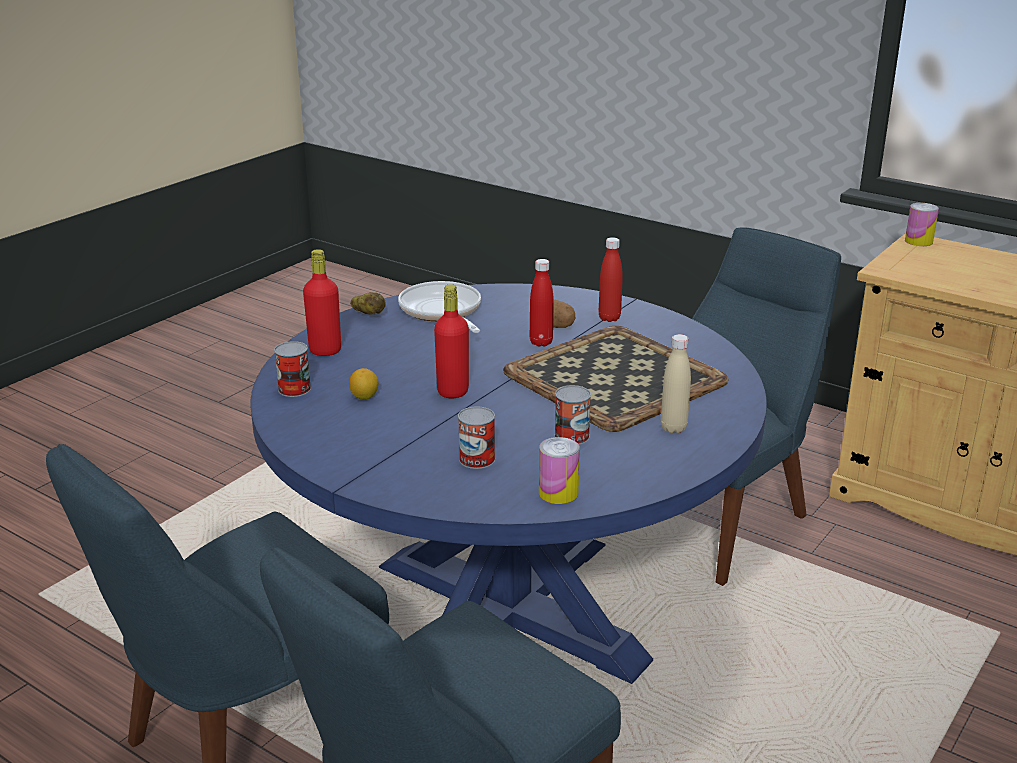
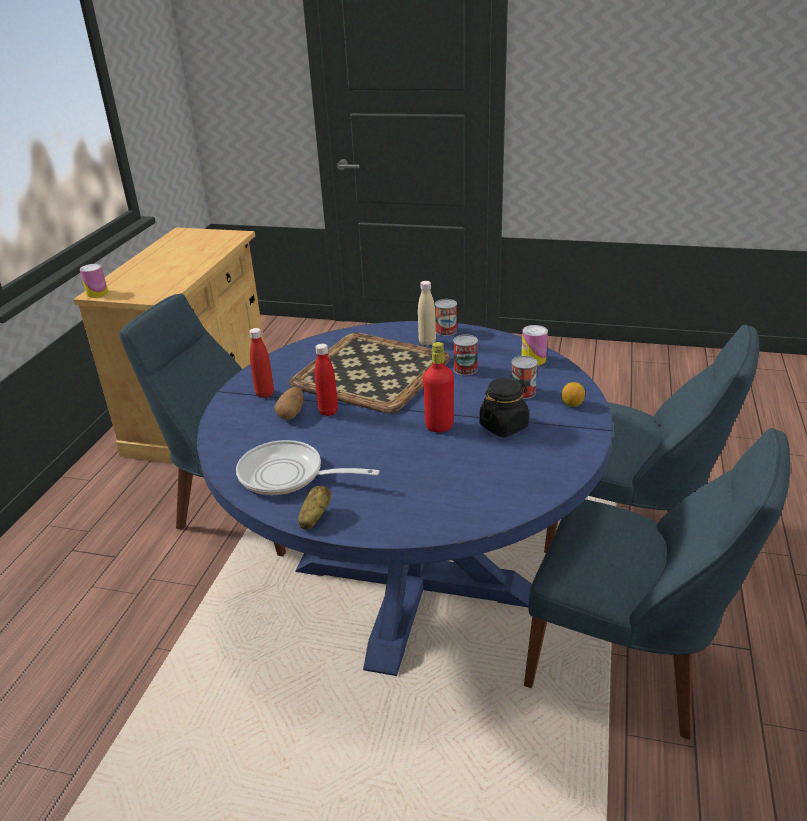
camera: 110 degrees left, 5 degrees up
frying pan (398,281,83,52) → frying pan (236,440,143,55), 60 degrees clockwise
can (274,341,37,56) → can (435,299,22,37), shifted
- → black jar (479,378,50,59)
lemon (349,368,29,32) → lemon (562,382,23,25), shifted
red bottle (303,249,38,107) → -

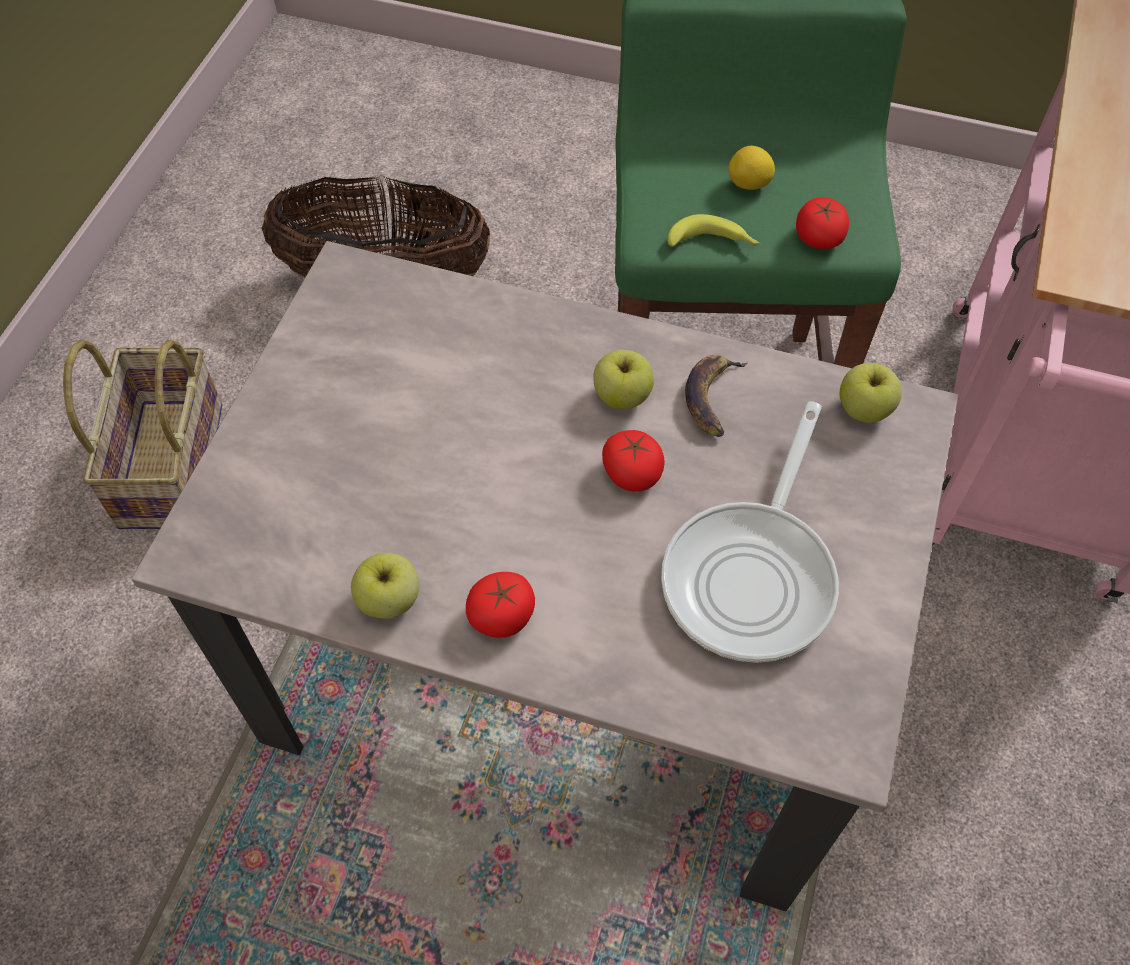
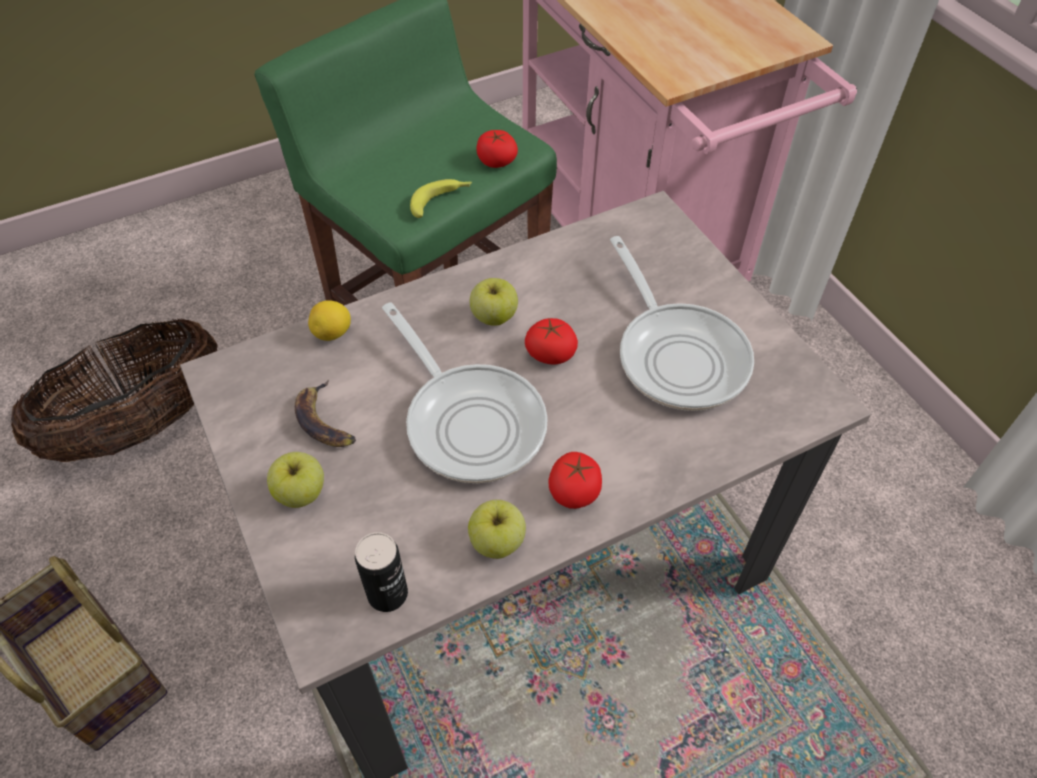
camera: 45 degrees left, 5 degrees down
apple (839,363,63,60) → apple (267,452,57,56), shifted
banana (685,355,63,82) → banana (295,380,61,67), shifted
lemon (728,146,47,44) → lemon (308,300,43,41), shifted
- → can (355,532,53,80)
- → frying pan (382,302,166,181)

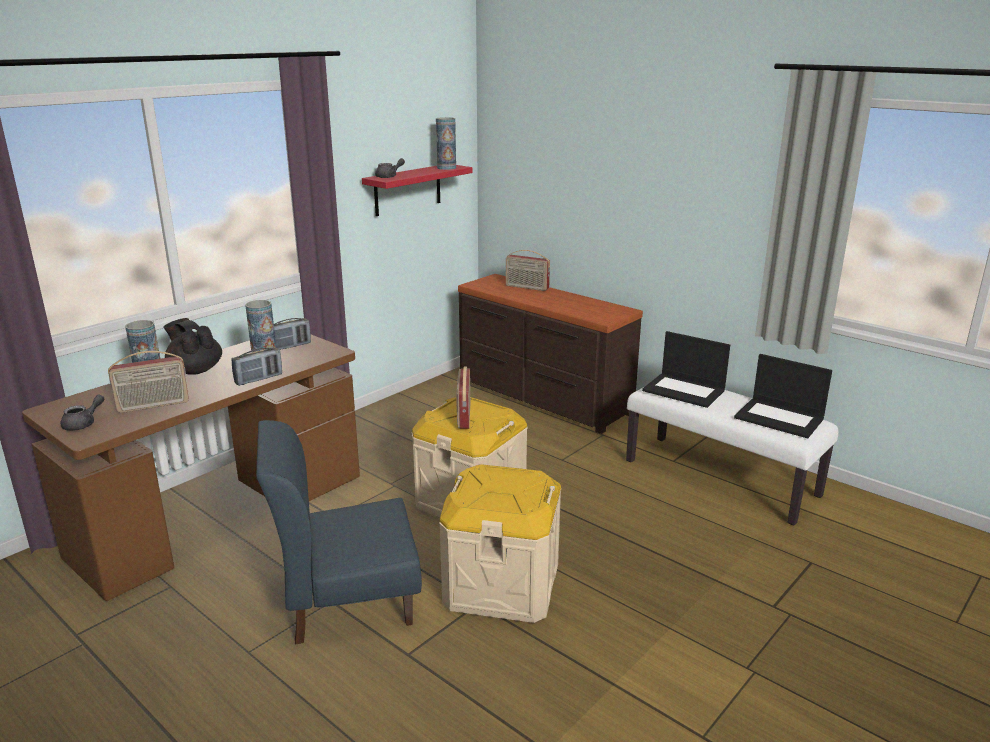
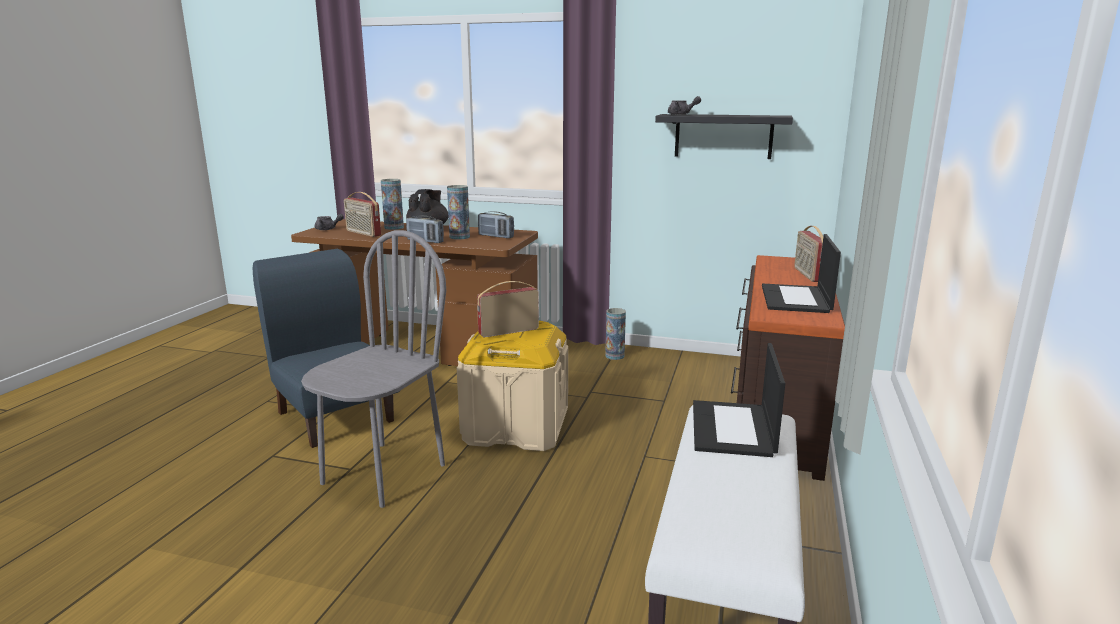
camera: 65 degrees right, 5 degrees down
beige storage box (439,464,122,159) → grey chair (301,230,145,278)
vase (436,117,20,53) → vase (605,308,21,52), shifted
red shelf (362,165,111,51) → black shelf (655,114,138,45)
laptop (734,354,98,84) → laptop (762,234,79,79), shifted

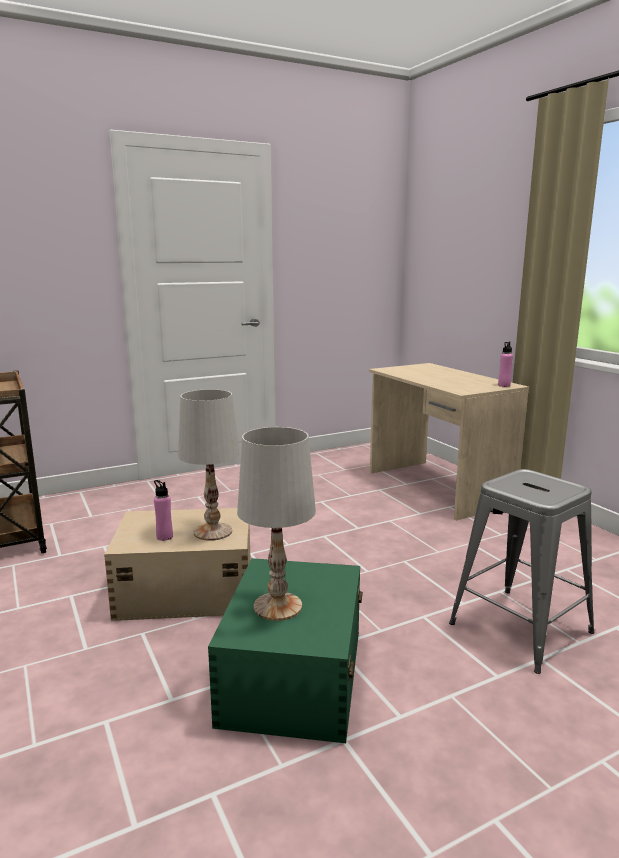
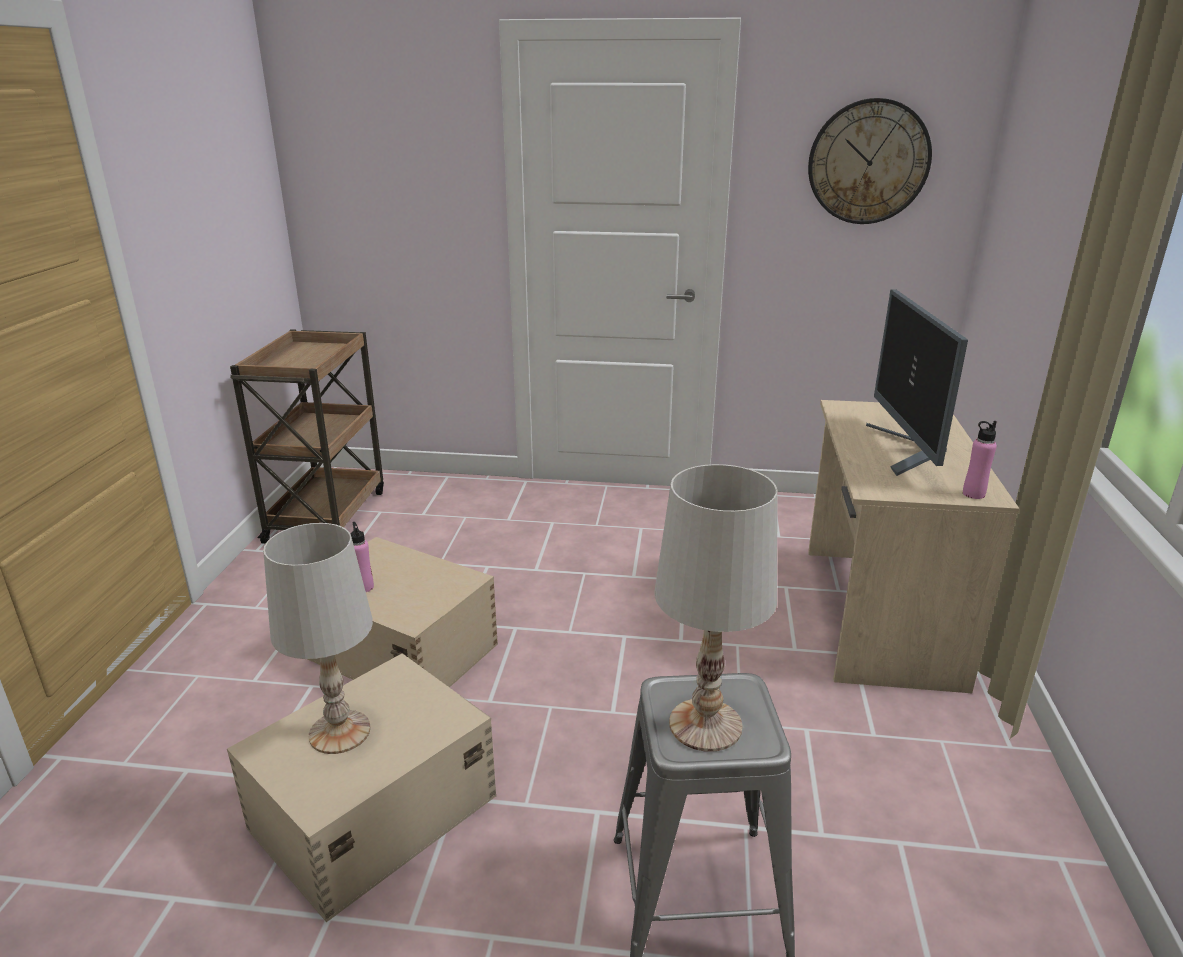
camera: 35 degrees right, 10 degrees up
green storage box (208,558,155,185) → beige storage box (227,653,269,269)
white table lamp (178,389,62,152) → white table lamp (655,464,122,288), shifted
- → wall clock (808,98,124,126)
- → monitor (866,289,102,187)

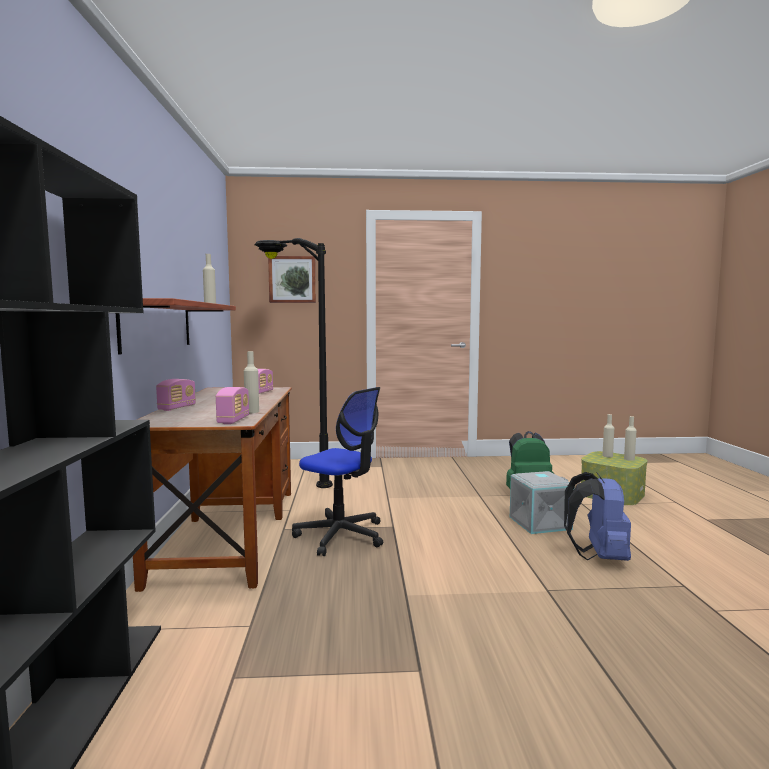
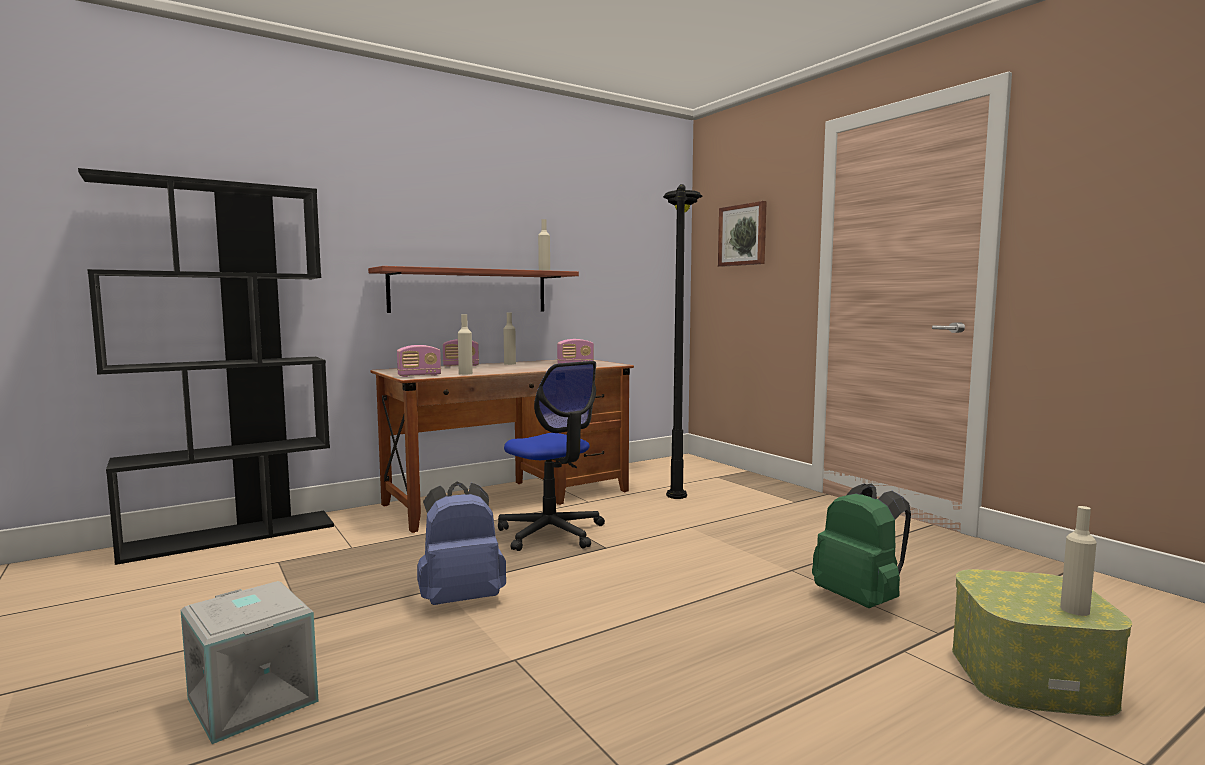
camera: 60 degrees right, 0 degrees up
grey storage box (510,471,65,63) → grey storage box (181,581,138,163), shifted
blue backpack (564,472,67,89) → blue backpack (417,482,89,123), shifted
office chair (292,387,91,169) → office chair (498,361,107,190), 45 degrees counterclockwise
beige bottle (602,414,12,44) → beige bottle (504,313,12,52), shifted

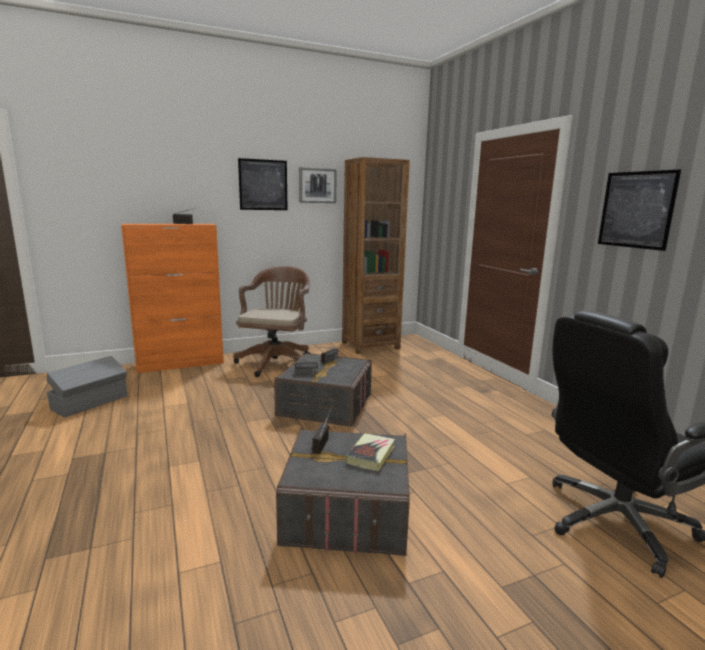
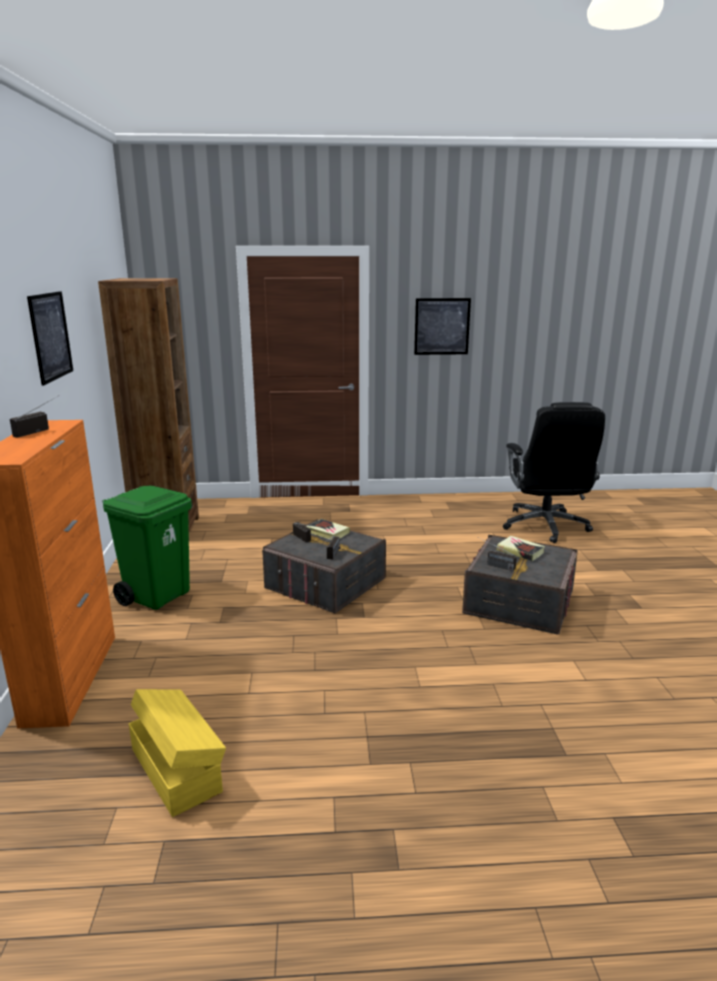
camera: 70 degrees left, 5 degrees up
brown office chair (233,266,77,111) → green trash can (102,486,90,124)
grey storage box (46,356,81,61) → yellow storage box (128,689,98,128)
- → book (306,519,44,21)
picture (299,167,38,36) → -

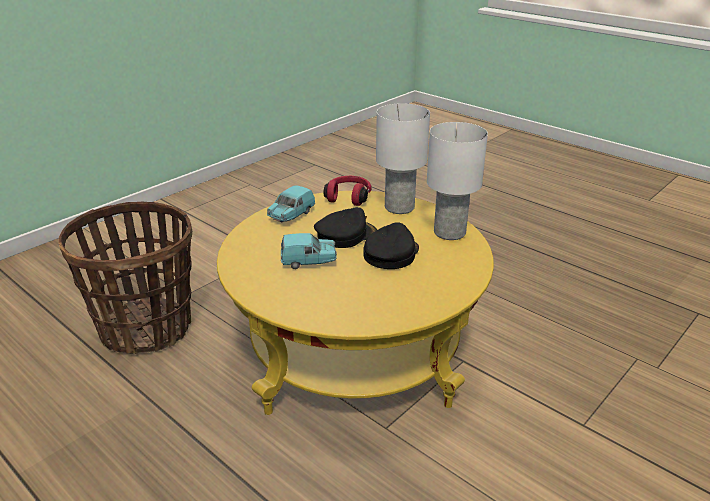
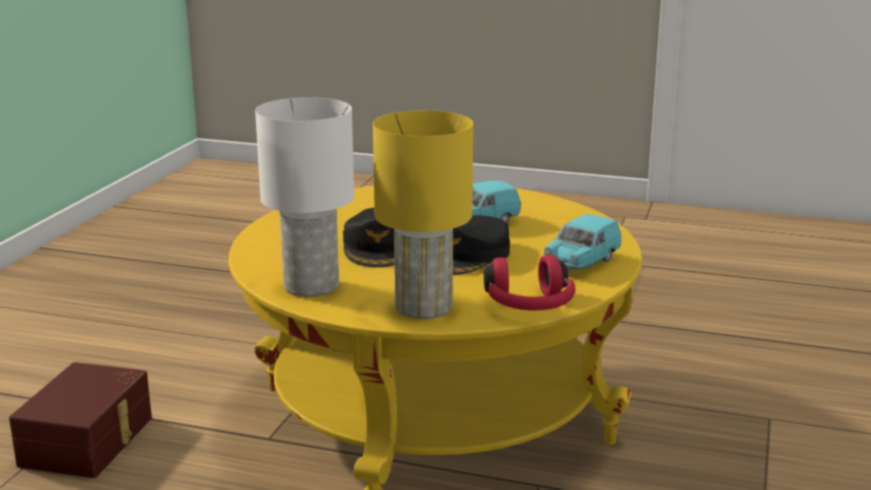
camera: 155 degrees right, 10 degrees down
- → brown storage box (9,362,143,116)
white table lamp (376,103,54,111) → yellow table lamp (373,110,100,209)
turquoise toy car (267,185,48,37) → turquoise toy car (544,214,77,58), 150 degrees counterclockwise
basket (58,202,134,152) → -

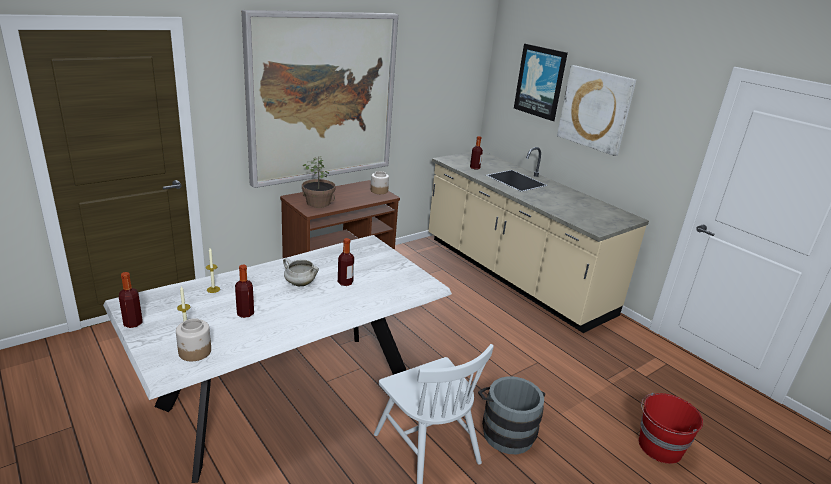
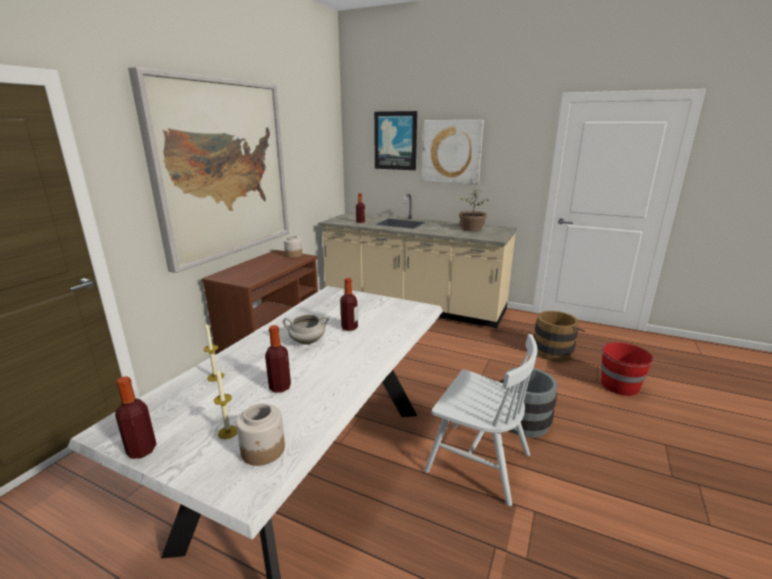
camera: 25 degrees left, 5 degrees down
potted plant (302,156,34,52) → potted plant (459,189,29,42), shifted
- → brown bucket (534,311,51,51)

